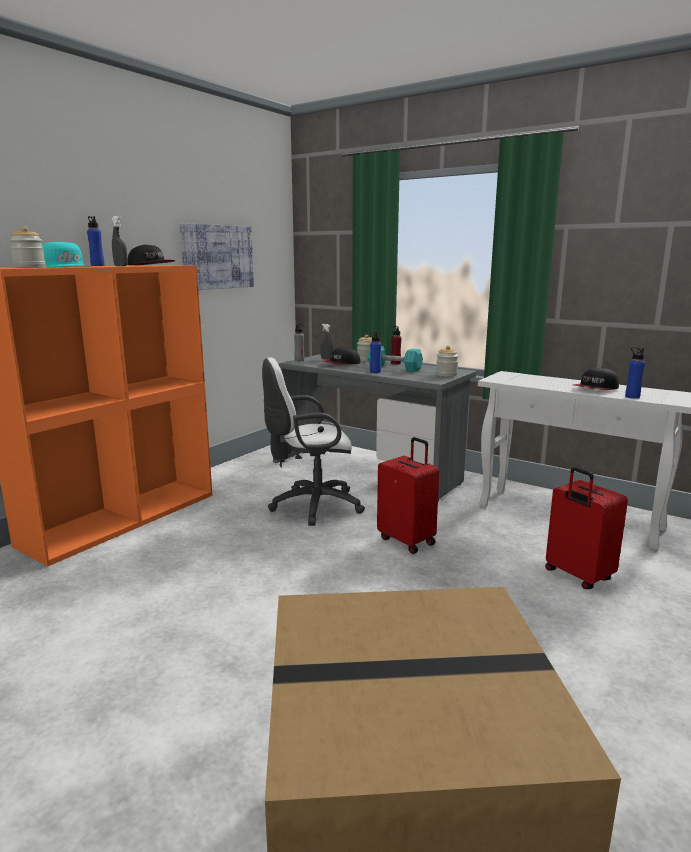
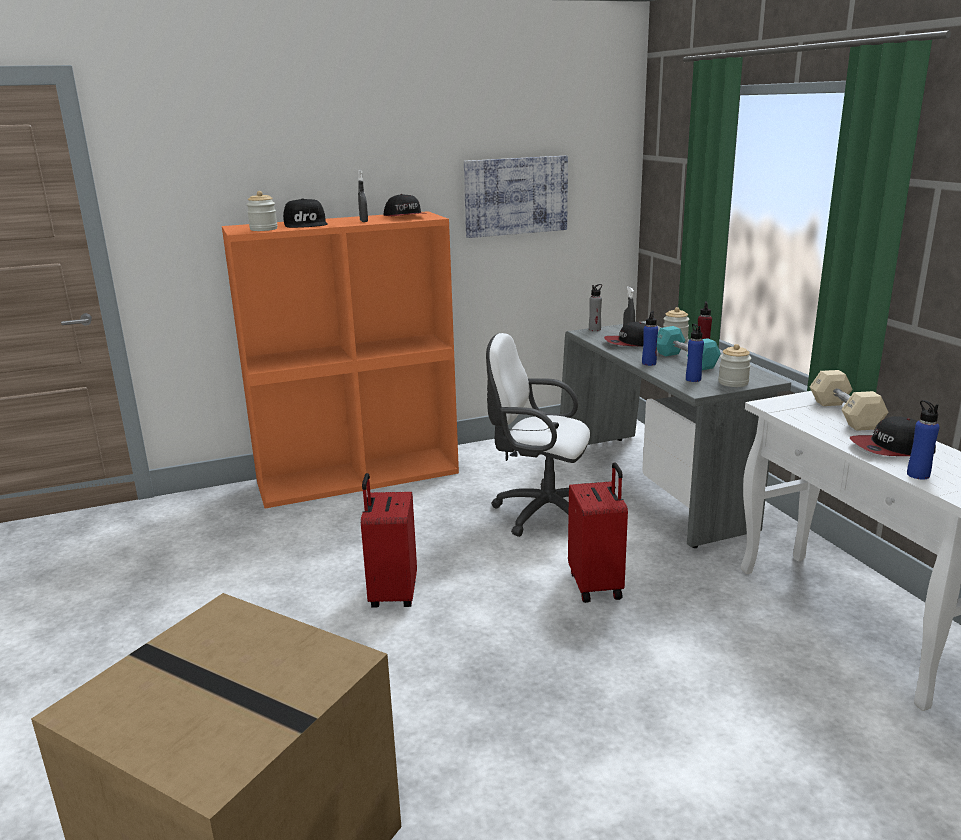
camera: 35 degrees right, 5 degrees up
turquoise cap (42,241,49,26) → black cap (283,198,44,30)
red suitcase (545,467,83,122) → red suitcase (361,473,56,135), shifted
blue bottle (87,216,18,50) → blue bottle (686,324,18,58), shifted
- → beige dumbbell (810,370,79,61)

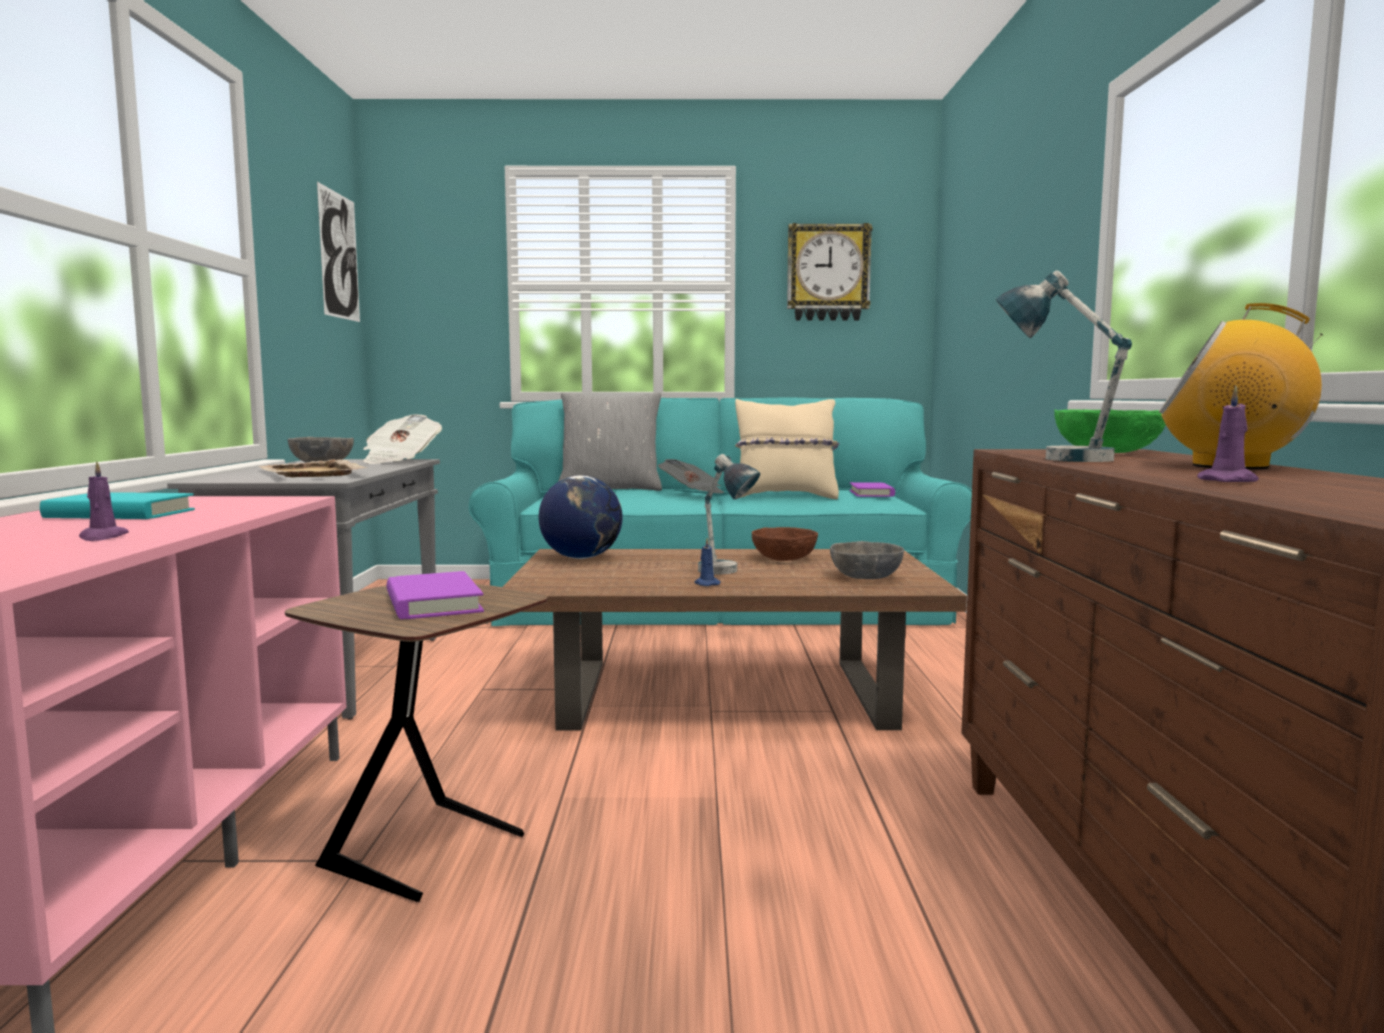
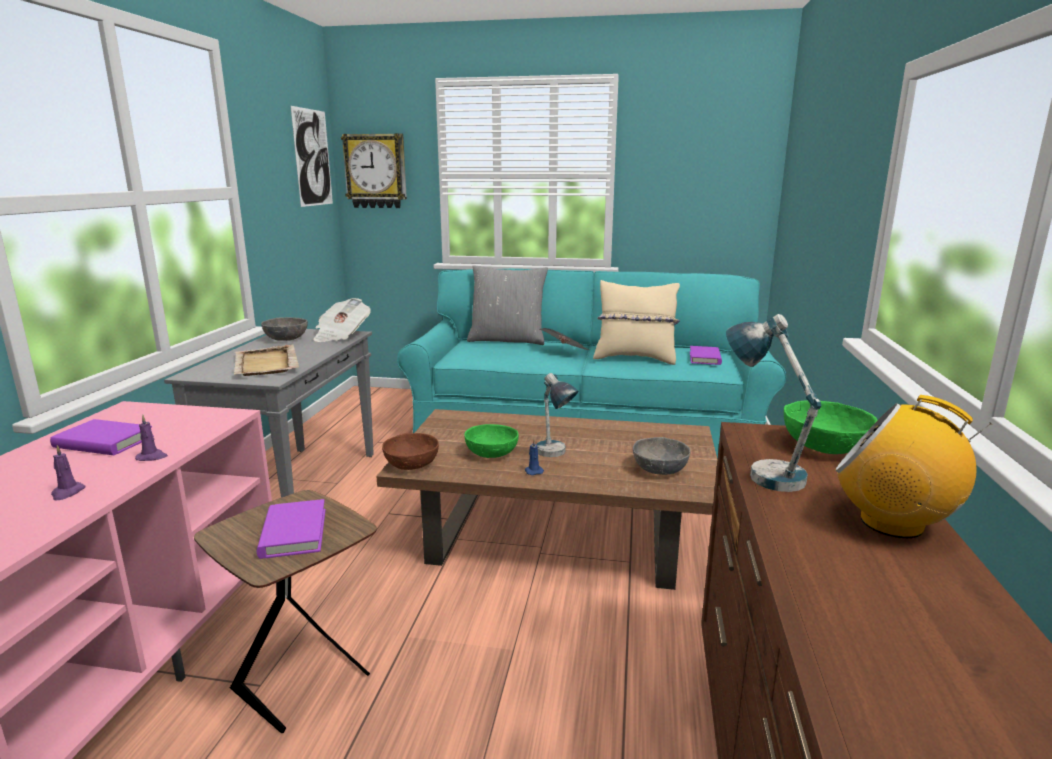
camera: 10 degrees right, 10 degrees up
turquoise book (40,492,155,27) → purple book (50,419,104,36)
purple candle (1197,386,62,96) → purple candle (135,415,33,46), shifted
wall clock (787,223,86,98) → wall clock (341,133,66,75), shifted
brown bowl (752,527,66,34) → brown bowl (382,433,57,37), shifted
- → green bowl (464,424,55,34)
globe (539,475,84,84) → -

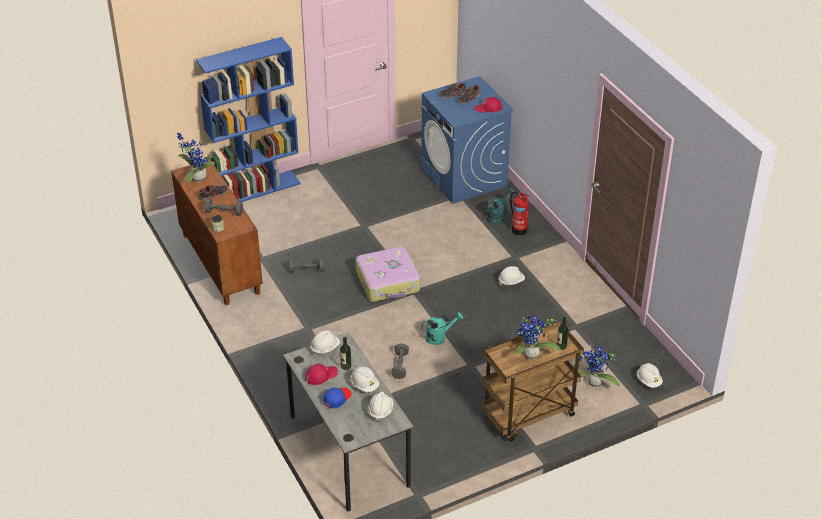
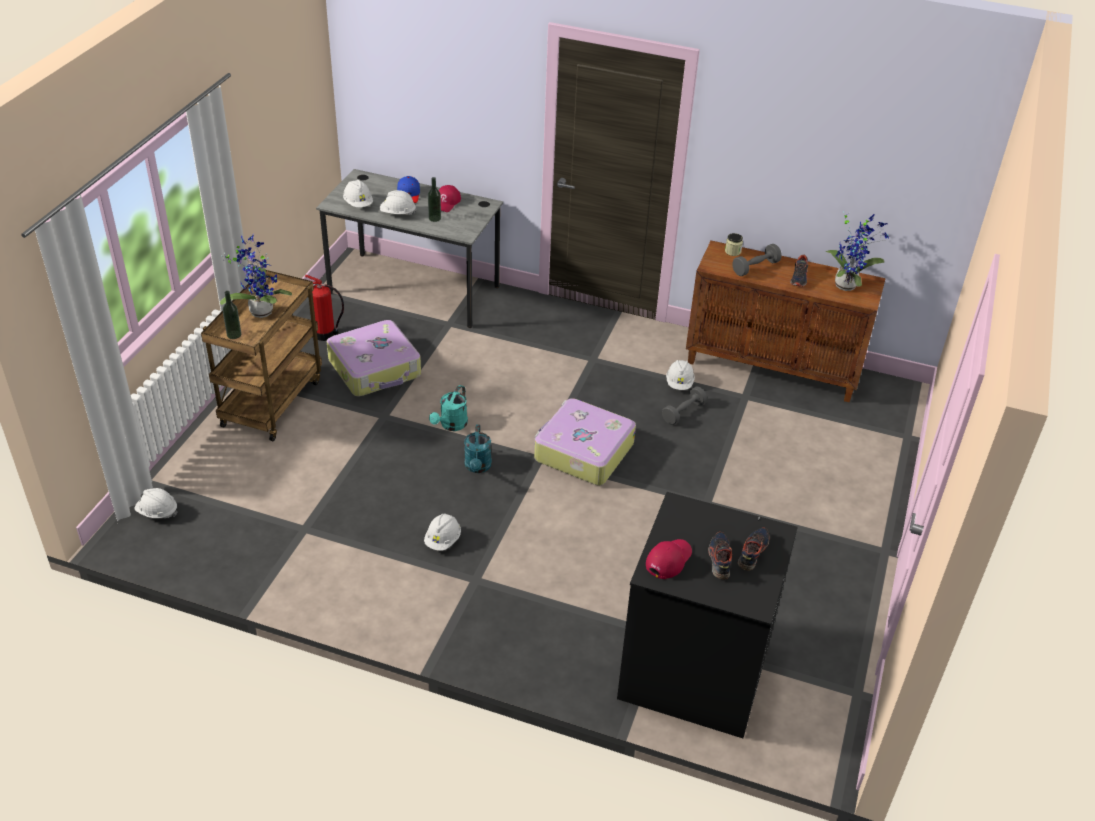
camera: 135 degrees right, 0 degrees up
fire extinguisher (510,192,19,43) → fire extinguisher (305,275,39,66), shifted
- → suitcase (326,320,95,76)
turquoise watering can (486,188,29,35) → turquoise watering can (464,424,28,49), shifted
blue washing machine (421,76,93,128) → black washing machine (617,492,181,246)
white hard hat (311,331,29,24) → white hard hat (666,360,29,30), shifted
blue bookcase (196,37,105,165) → -
grey dumbbell (391,343,18,36) → -
potted plant (578,345,42,42) → -

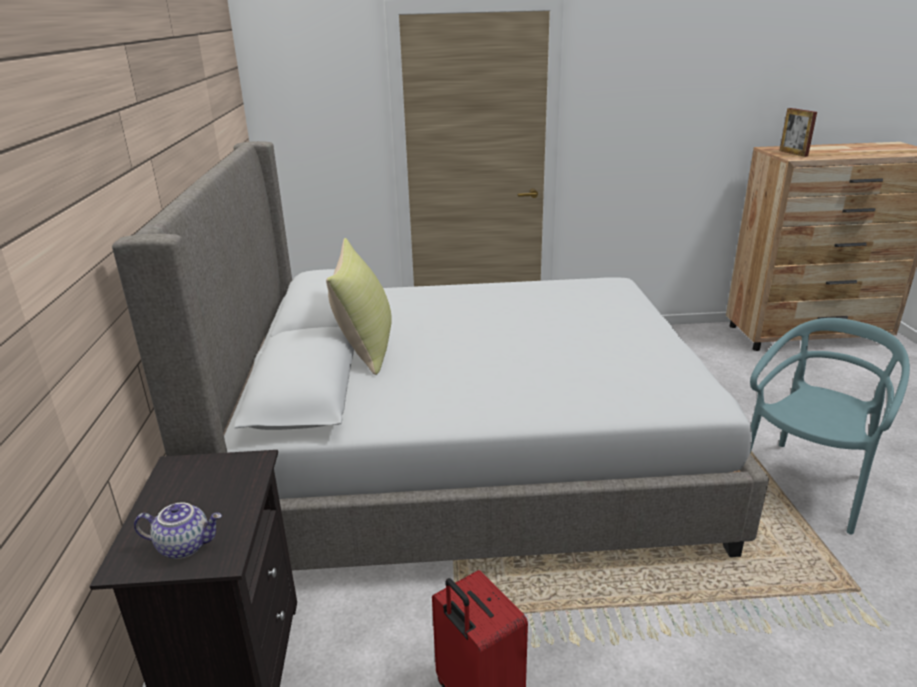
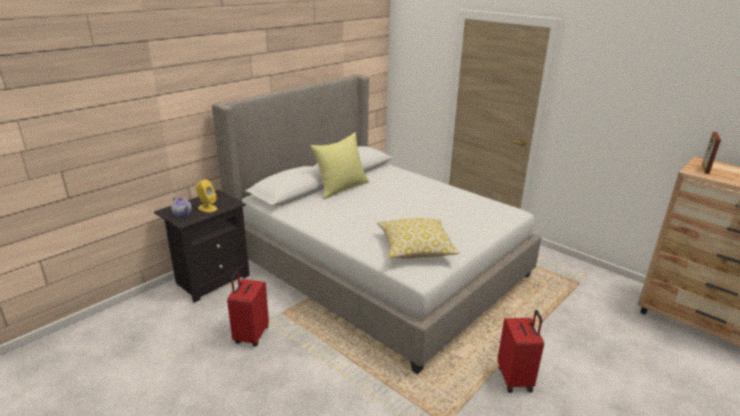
camera: 45 degrees right, 0 degrees up
- → yellow speaker (195,180,23,33)
- → pillow (377,218,82,41)
turquoise chair (750,318,160,216) → red suitcase (497,310,47,83)

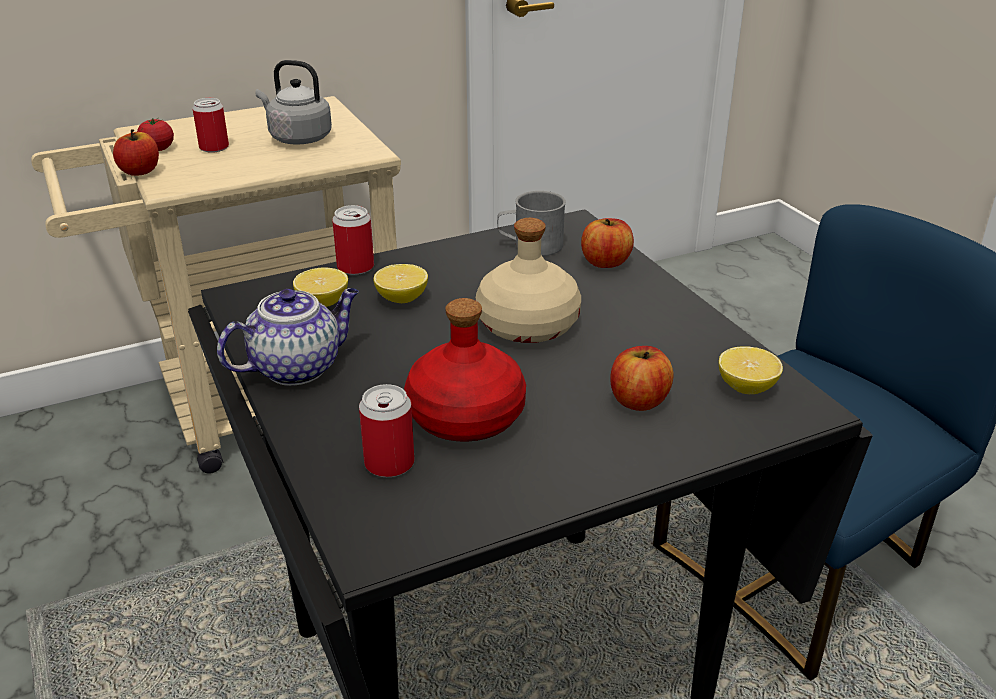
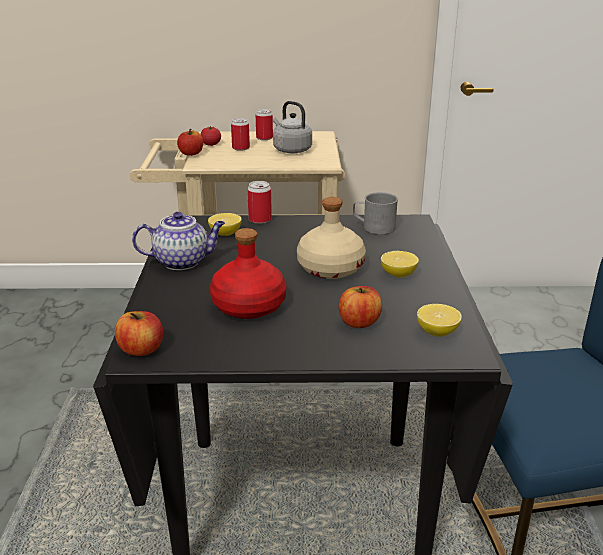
camera: 25 degrees right, 5 degrees down
apple (581,218,53,50) → apple (115,311,48,45), shifted
can (359,384,55,93) → can (255,109,18,31), shifted
lemon (373,264,55,39) → lemon (381,251,38,27), shifted

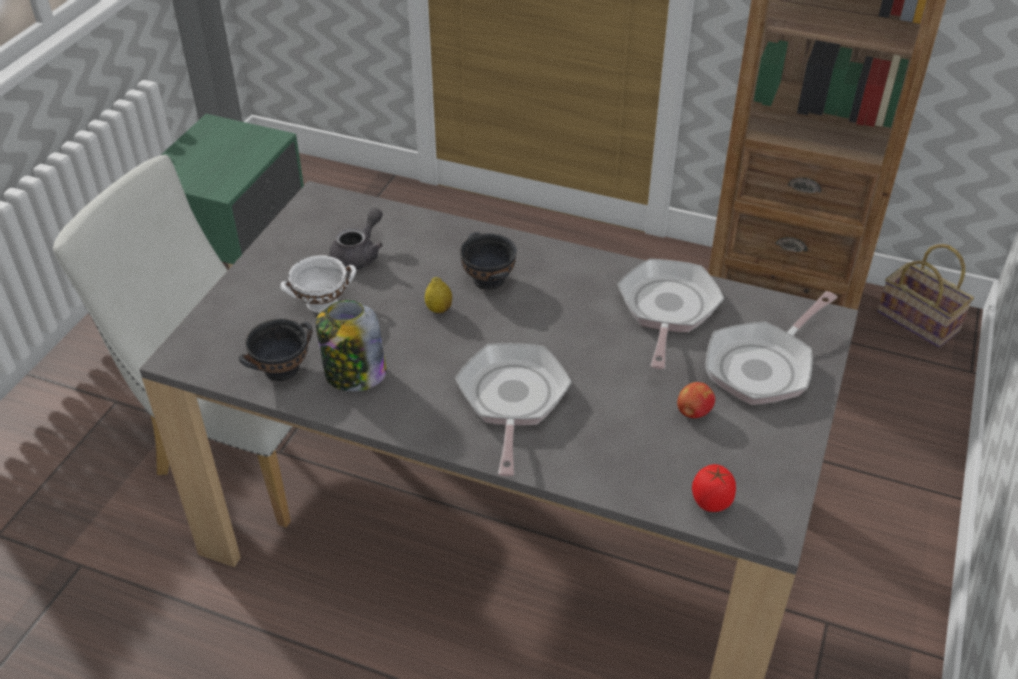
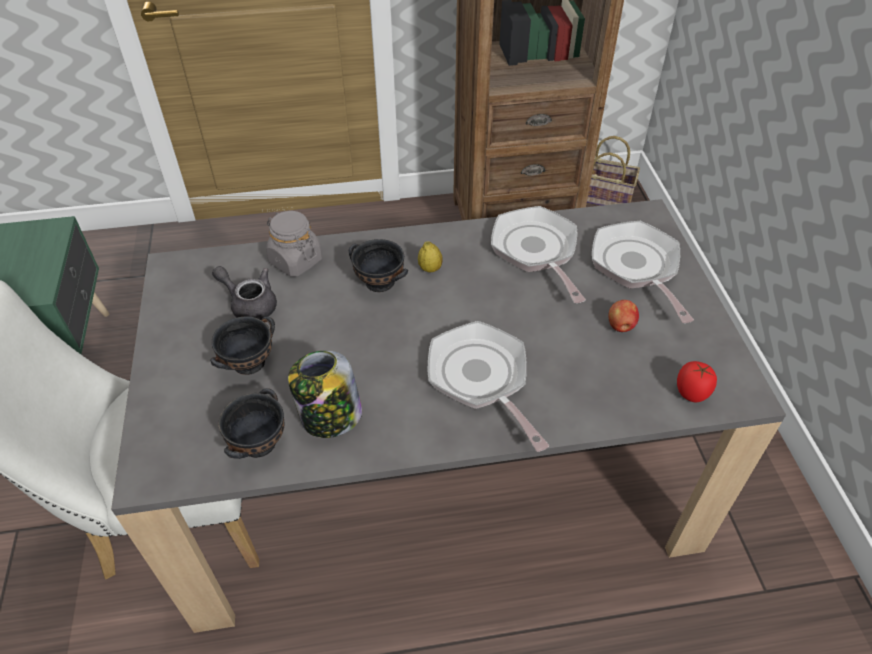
camera: 30 degrees left, 5 degrees up
white bowl (280,255,76,58) → black bowl (210,316,65,59)
grey teapot (330,207,53,63) → grey teapot (212,266,65,54), 60 degrees counterclockwise
- → grey jar (266,211,56,66)
lemon (425,277,27,36) → lemon (418,241,24,31), shifted
frying pan (706,291,132,114) → frying pan (592,221,102,102), 150 degrees clockwise

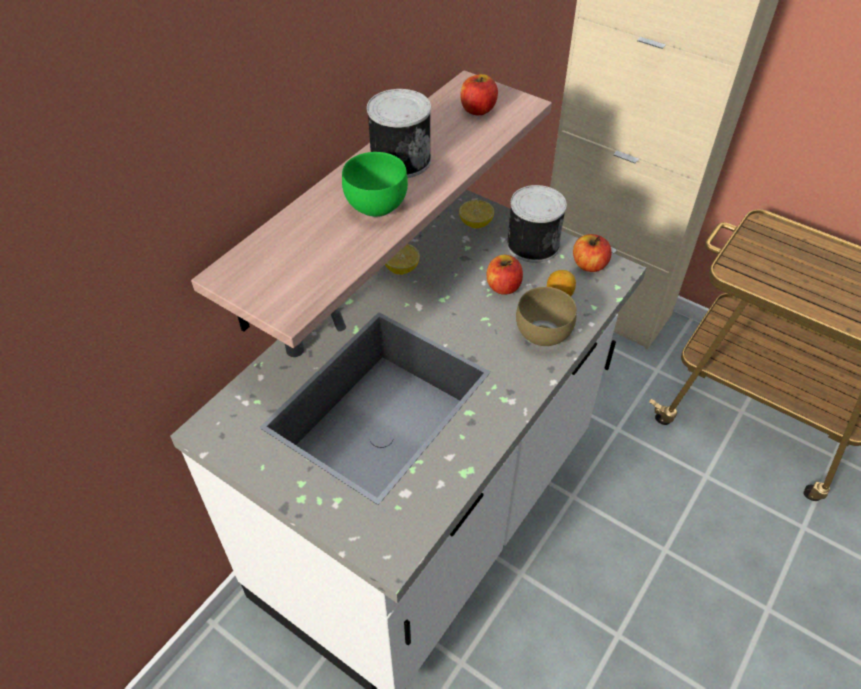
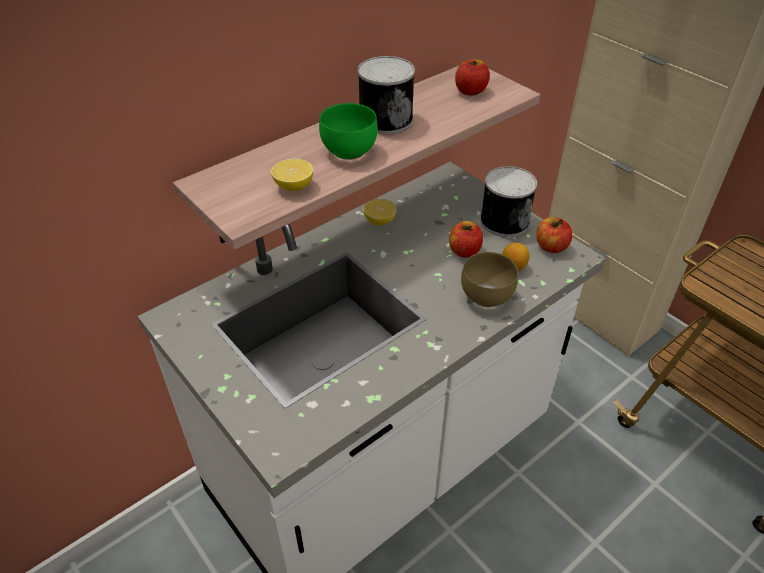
camera: 15 degrees right, 5 degrees down
lemon (459,200,35,28) → lemon (271,158,42,33), shifted

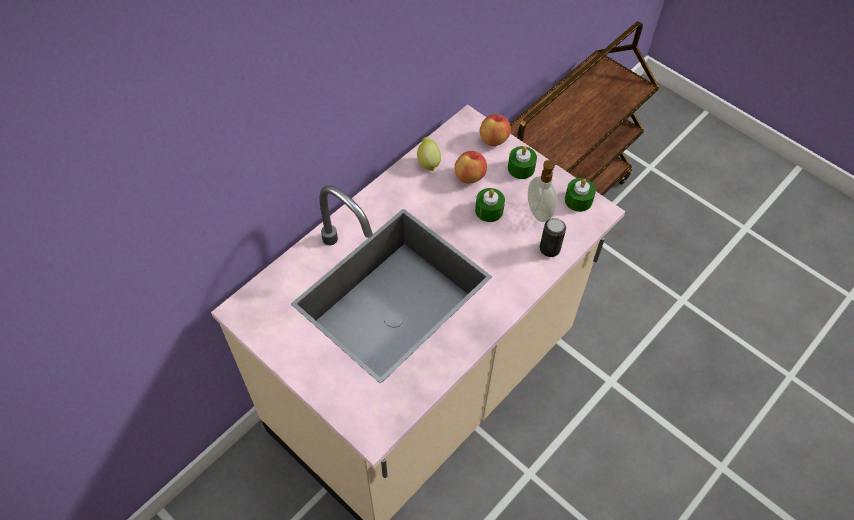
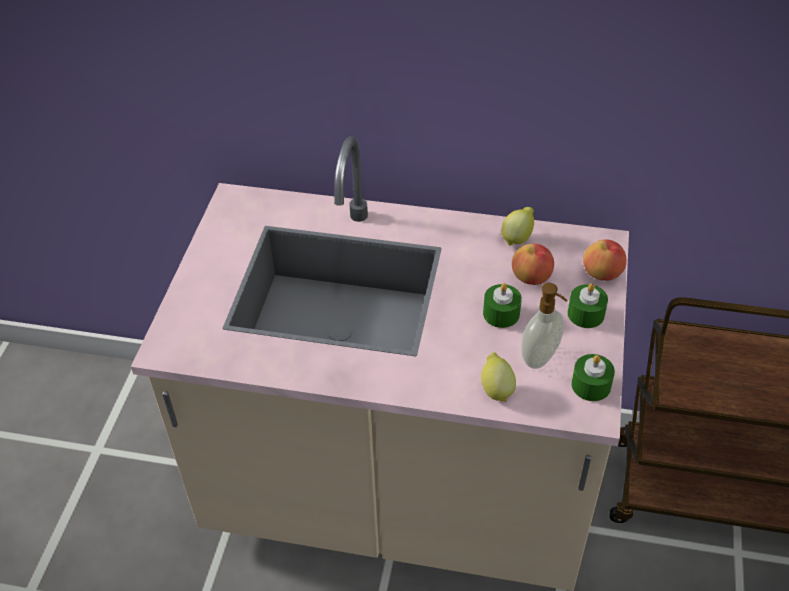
camera: 60 degrees right, 10 degrees down
can (540,218,26,39) → lemon (481,352,35,50)

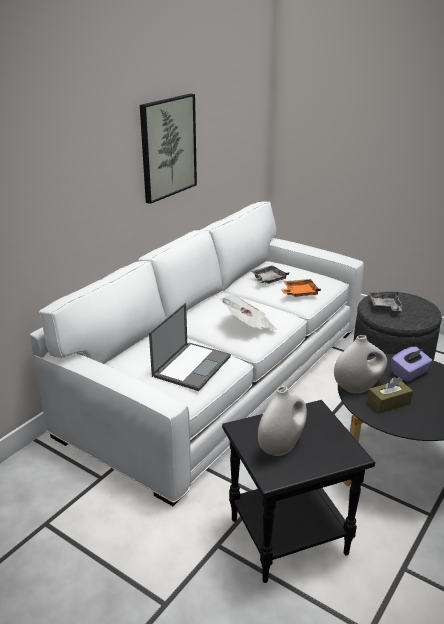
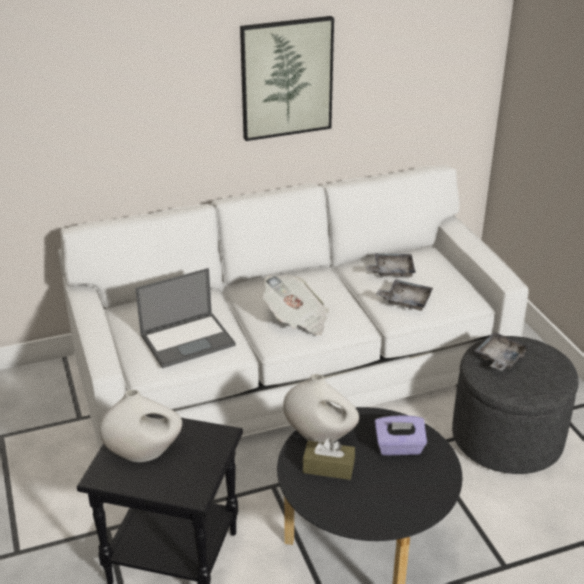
camera: 35 degrees right, 5 degrees up
orange tray (281,279,40,18) → grey tray (376,279,57,32)

